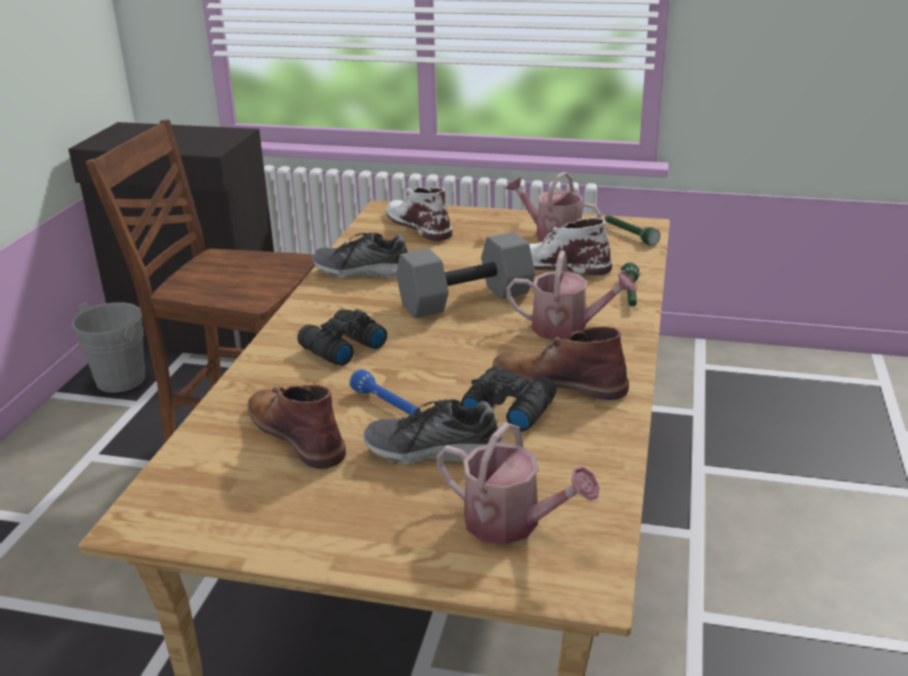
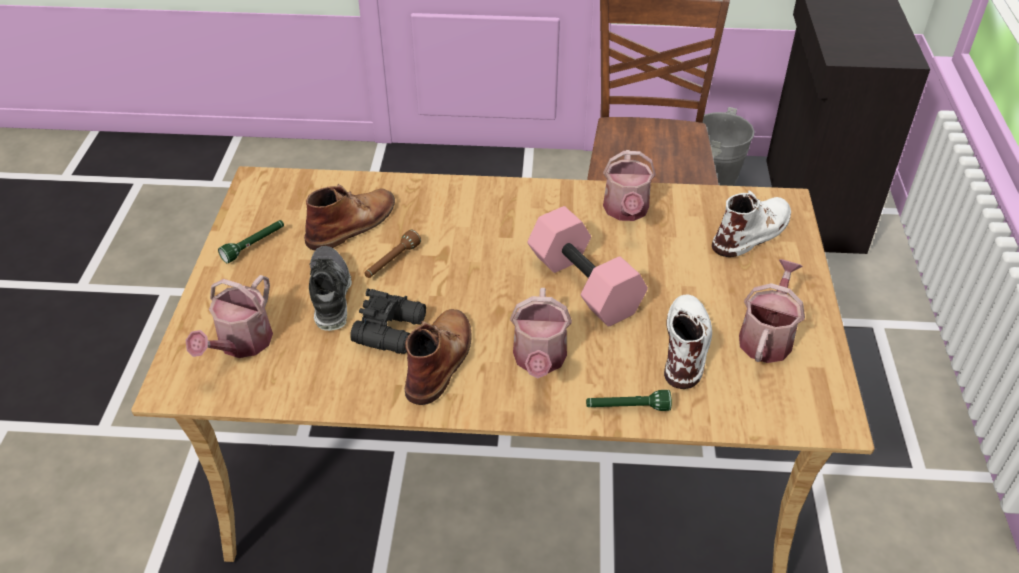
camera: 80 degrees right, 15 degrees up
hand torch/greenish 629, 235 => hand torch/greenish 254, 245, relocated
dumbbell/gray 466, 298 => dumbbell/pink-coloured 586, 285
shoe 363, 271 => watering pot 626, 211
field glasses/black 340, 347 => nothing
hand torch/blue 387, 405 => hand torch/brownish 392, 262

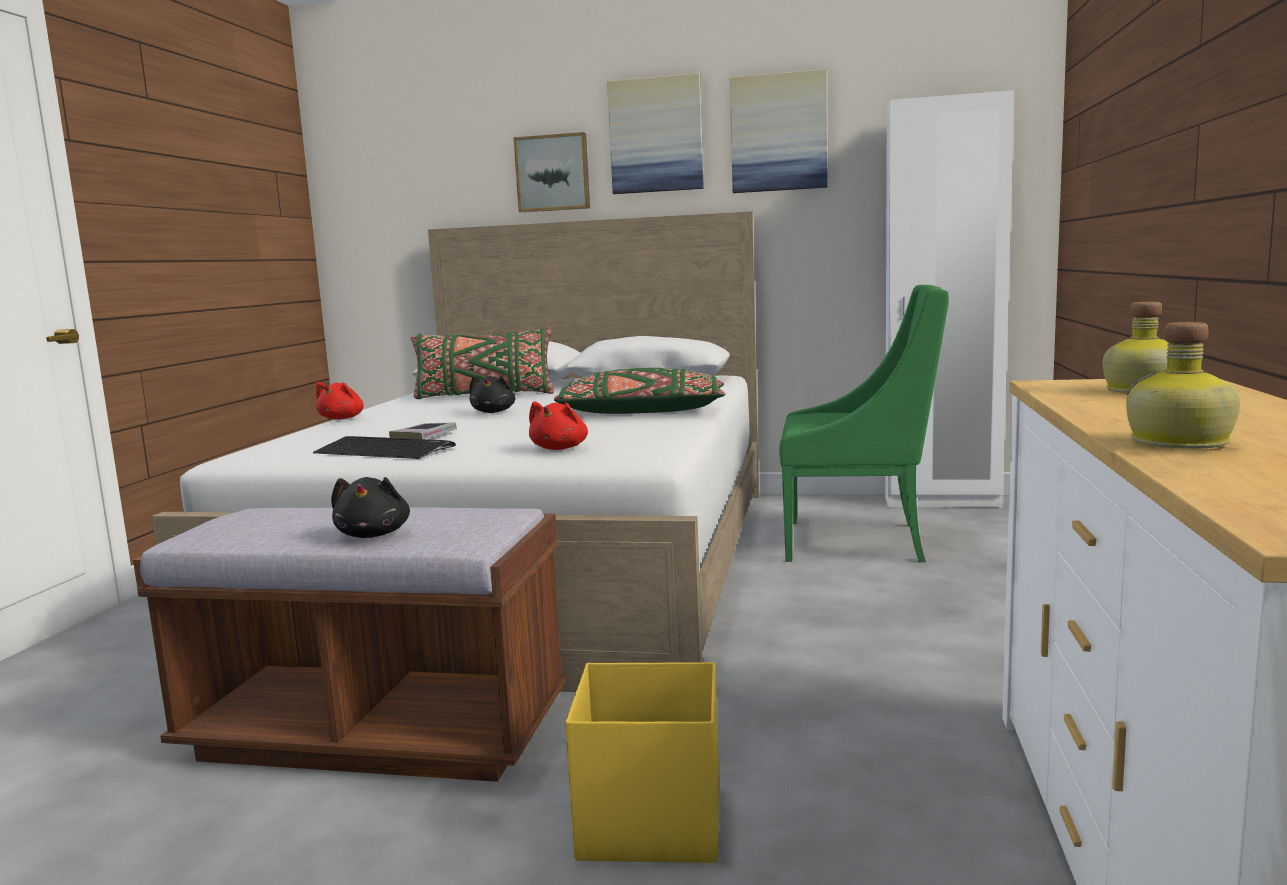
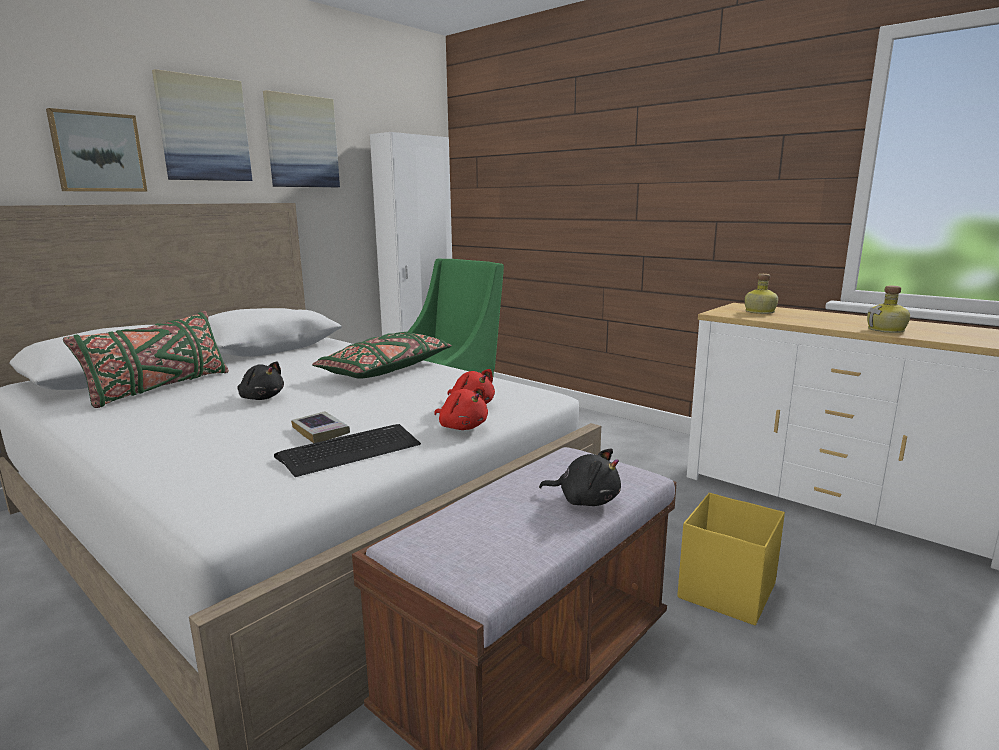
camera: 60 degrees left, 5 degrees up
plush toy/reddish 343, 418 => plush toy/reddish 462, 427, relocated

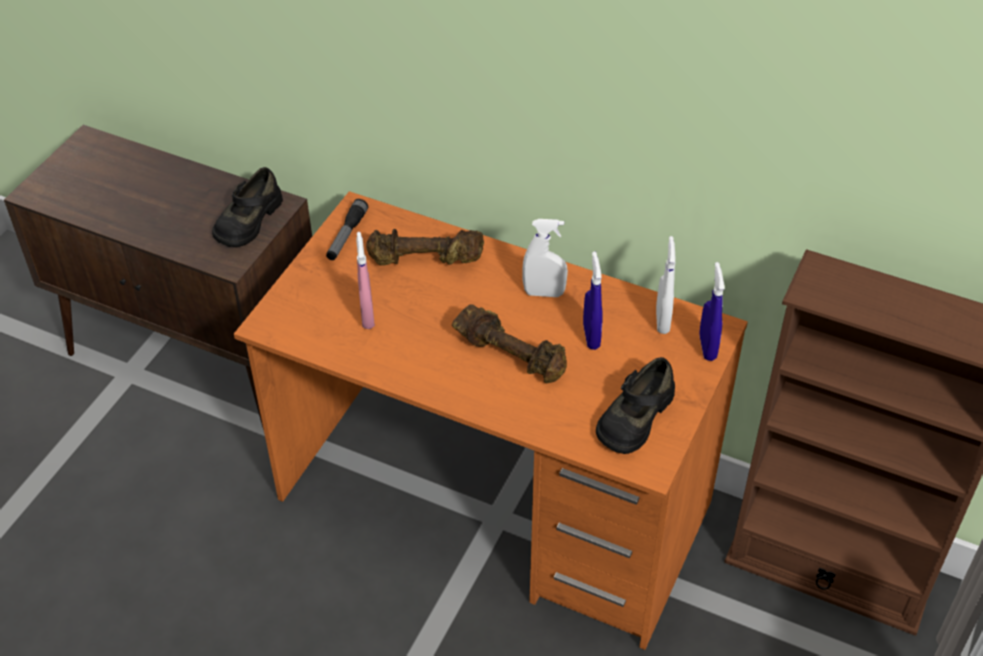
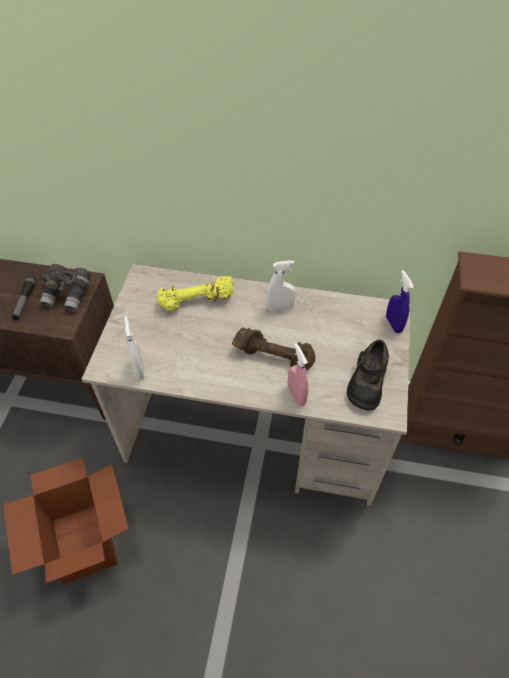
camera: 15 degrees left, 5 degrees up
shoe/black 248, 220 => field glasses/gray 68, 295
desk table/orange-coloured 494, 503 => desk table/sand-coloured 255, 433
hand torch 346, 236 => hand torch 25, 301, relocated
dumbbell/brownish 425, 261 => dumbbell/yellow 197, 301
hand sprayer/pink-coloured 367, 316 => hand sprayer/pink-coloured 296, 395, relocated
hand sprayer/white-coloured 662, 321 => hand sprayer/white-coloured 139, 369, relocated
hand sprayer/blue 591, 336 => nothing
nothing => carton 84, 541

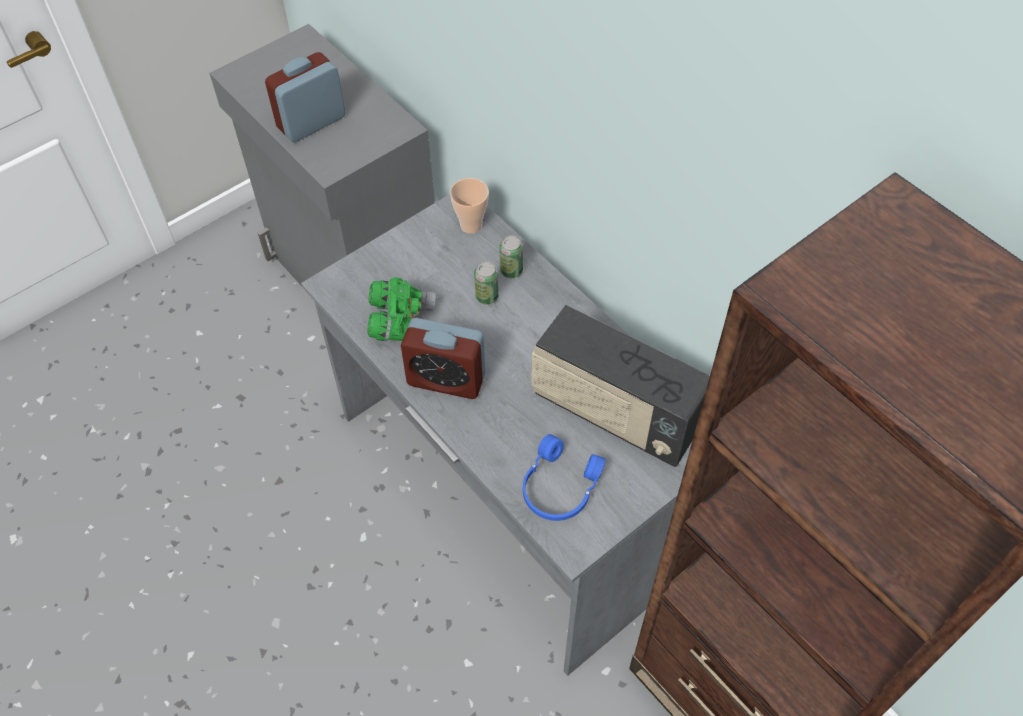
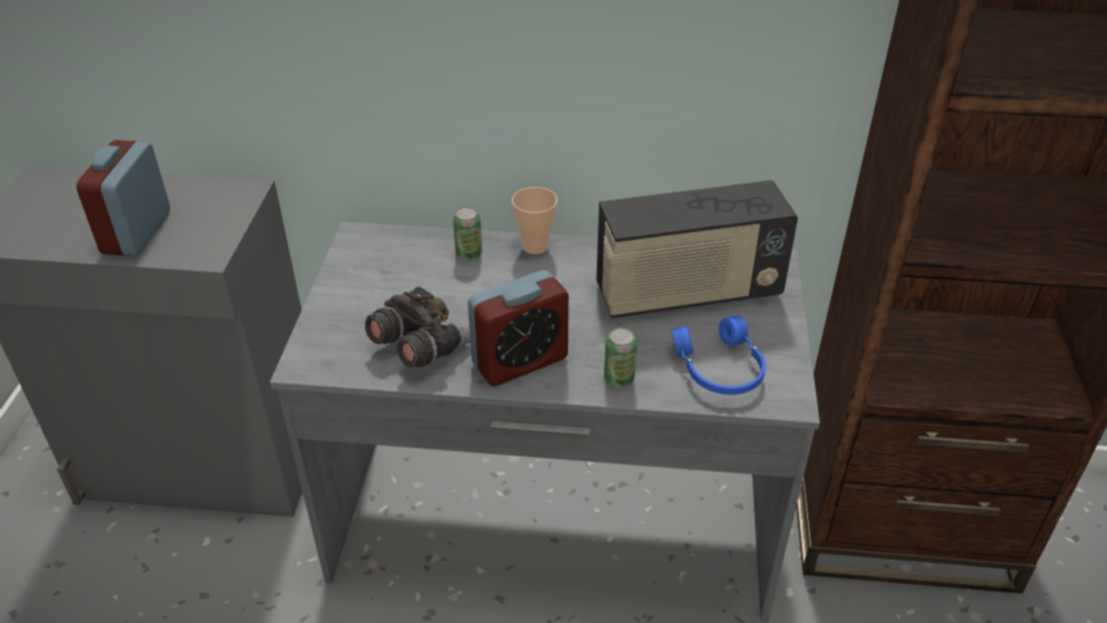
camera: 45 degrees left, 15 degrees down
cup 471, 225 => cup 535, 247, relocated
sealed can 486, 296 => sealed can 619, 378, relocated
field glasses/greenish 402, 322 => field glasses/gray 420, 347

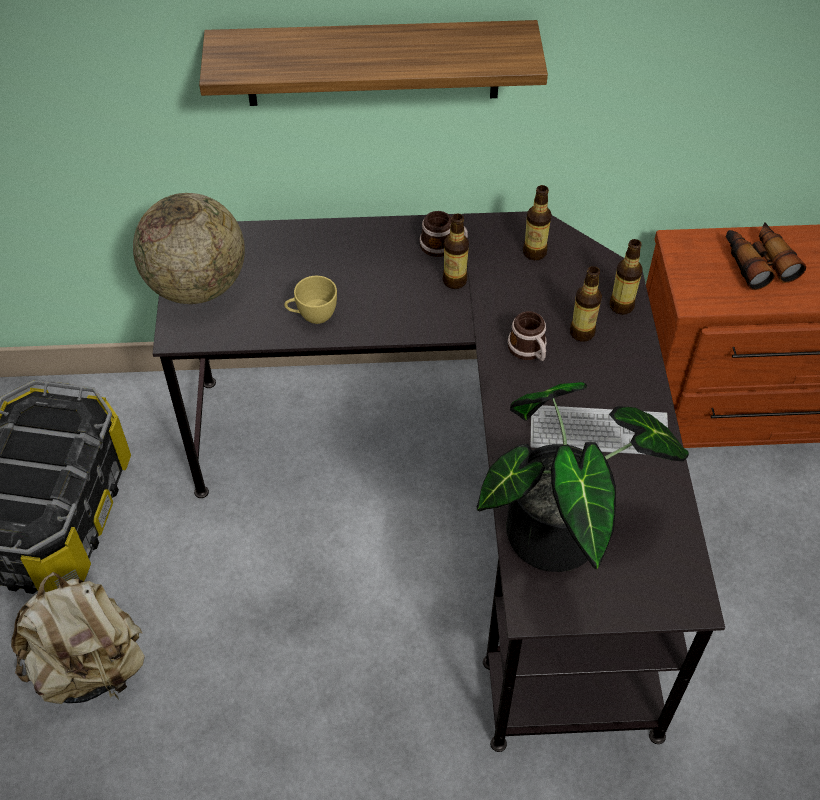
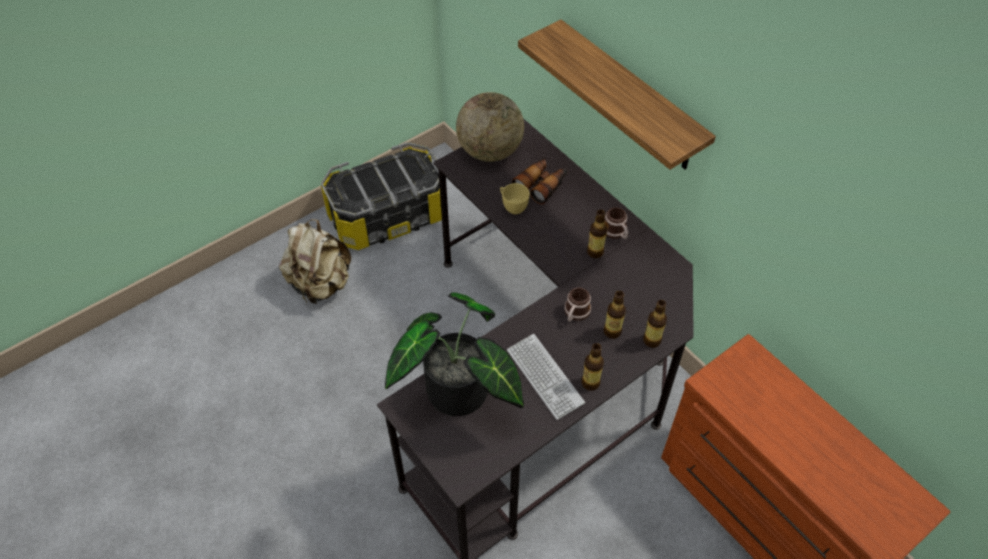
camera: 55 degrees right, 0 degrees up
bottle 534, 252 => bottle 590, 383, relocated
field glasses 757, 262 => field glasses 541, 184, relocated

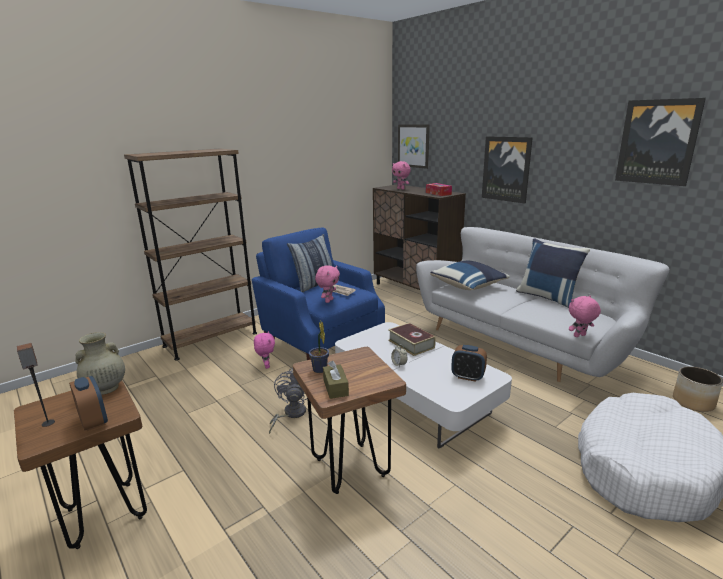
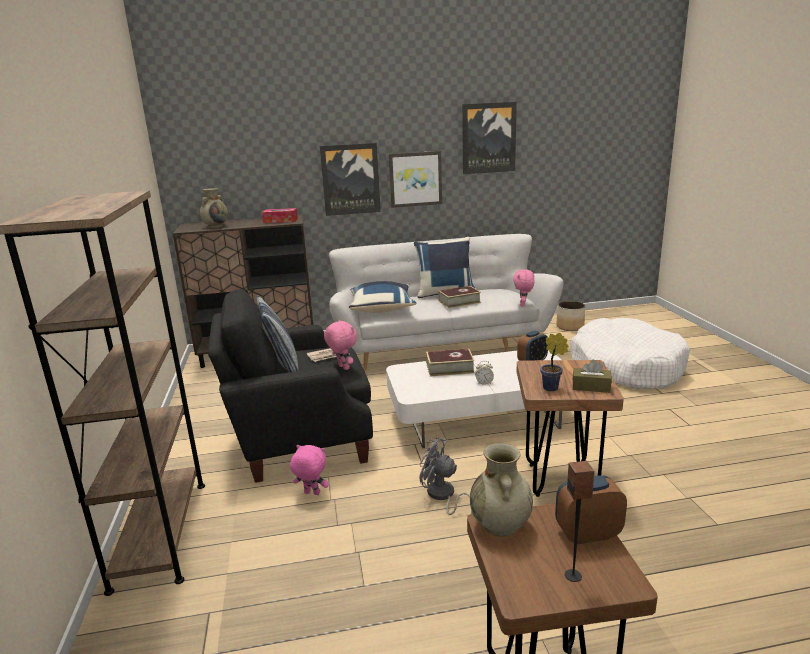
camera: 60 degrees left, 0 degrees up
wall art 414, 146 => wall art 415, 179, relocated
plush toy/pink-coloured 401, 189 => vase/sand-coloured 216, 226
easy chair/blue 321, 341 => easy chair/black 300, 440
nothing => book 459, 302

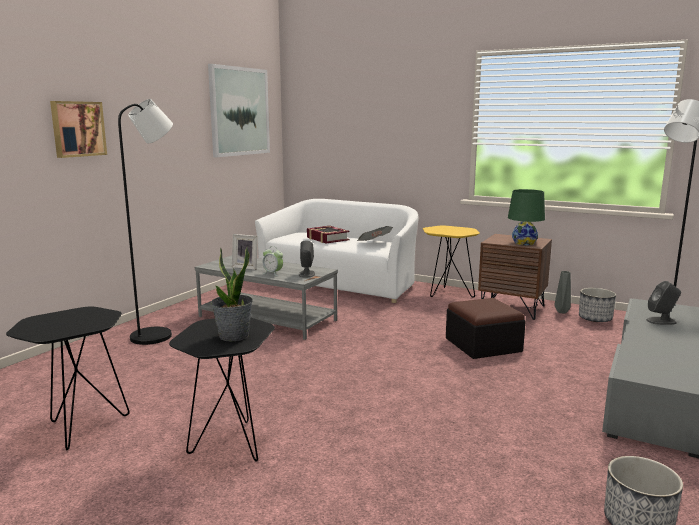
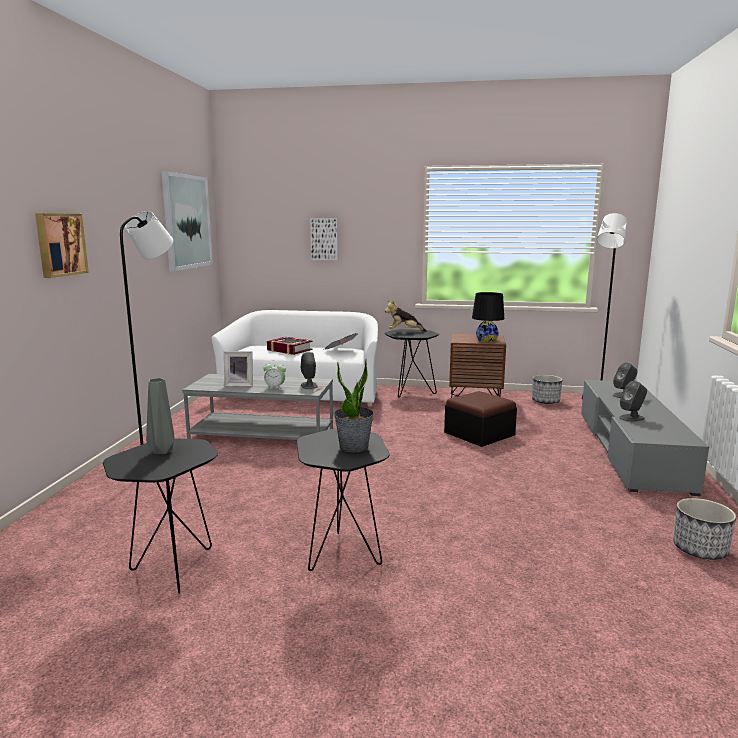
camera: 20 degrees left, 0 degrees up
table lamp/greenish 524, 243 => table lamp/black 486, 340
end table/yellow 447, 293 => end table/black 410, 393
vase/gray 561, 311 => vase/gray 162, 451, relocated
nothing => wall art 324, 239
nothing => plush toy 404, 332
nothing => loudspeaker/gray 631, 418

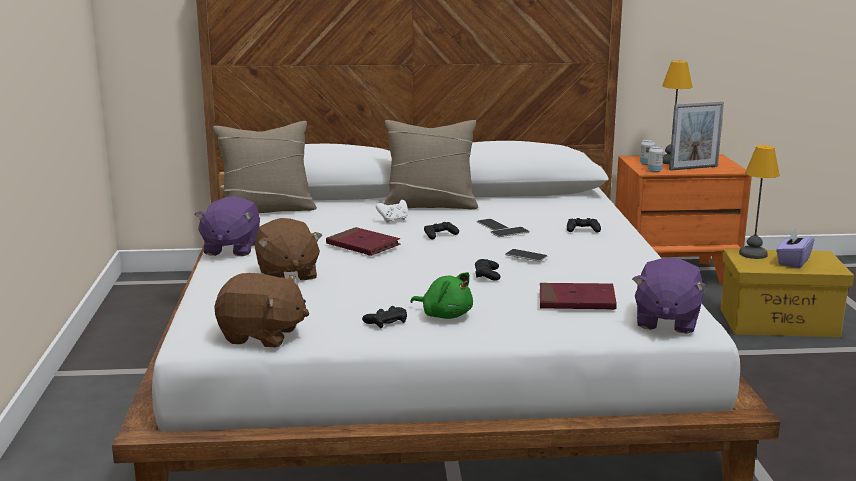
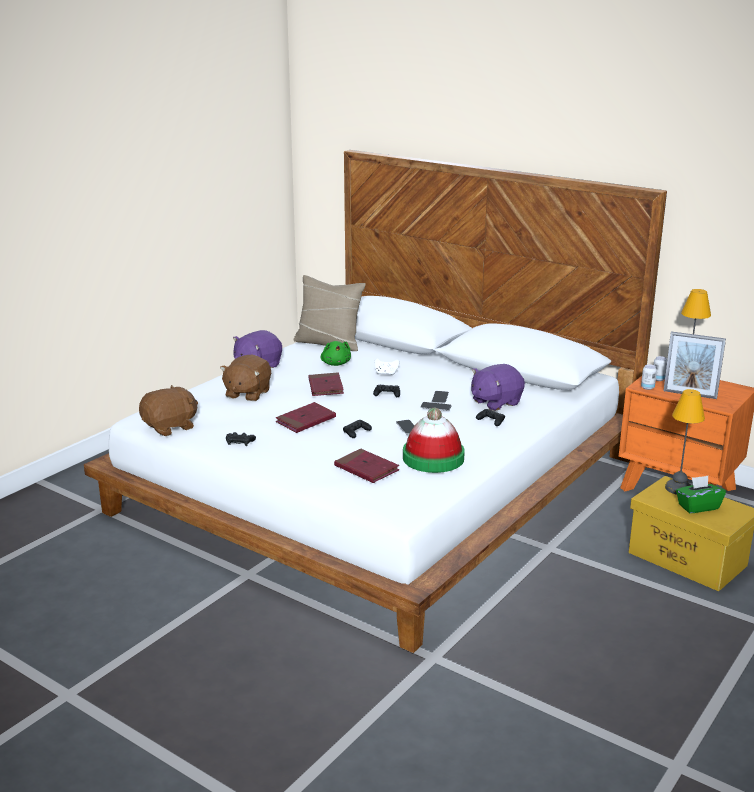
camera: 40 degrees right, 5 degrees up
throw pillow/sand-coloured 430, 205 => nothing
tissue box/purple-coloured 792, 262 => tissue box/greenish 698, 507
plush toy/purple-coloured 666, 321 => plush toy/purple-coloured 495, 402, relocated
plush toy/greenish 445, 315 => plush toy/greenish 336, 363, relocated
plush toy/brownish 262, 336 => plush toy/brownish 170, 427, 90 degrees counterclockwise
nothing => book/reddish 306, 420
nothing => wearable hat 433, 458

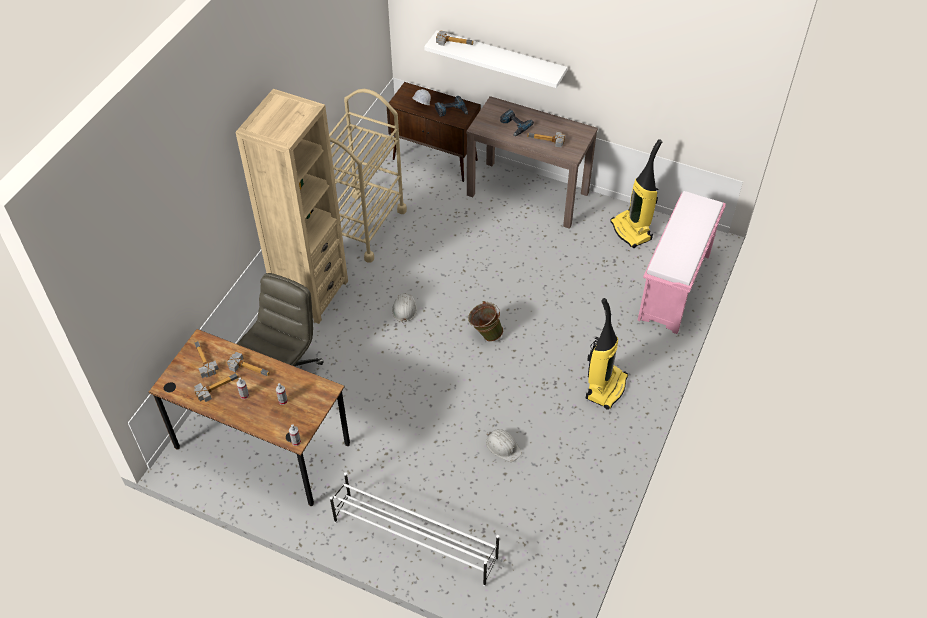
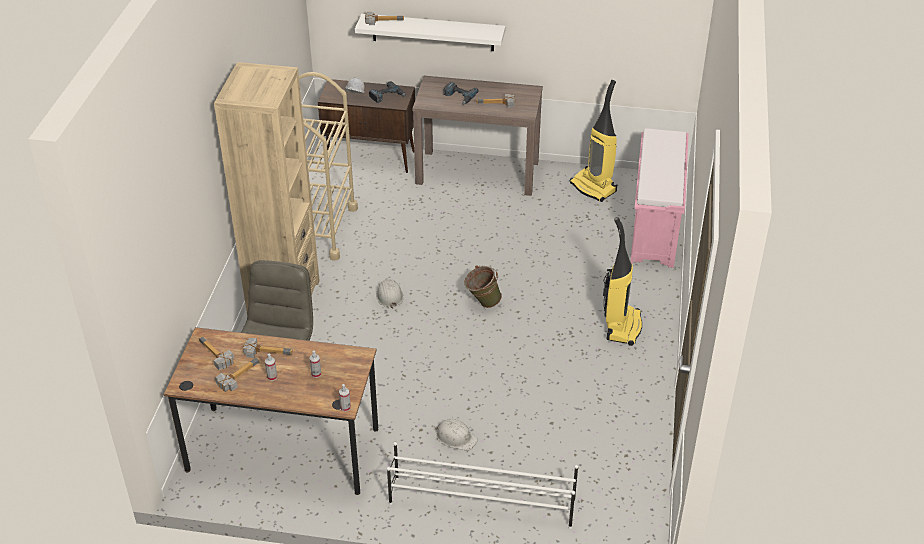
camera: 15 degrees left, 10 degrees down
work helmet/white-coloured 503, 446 => work helmet/white-coloured 455, 437, relocated

